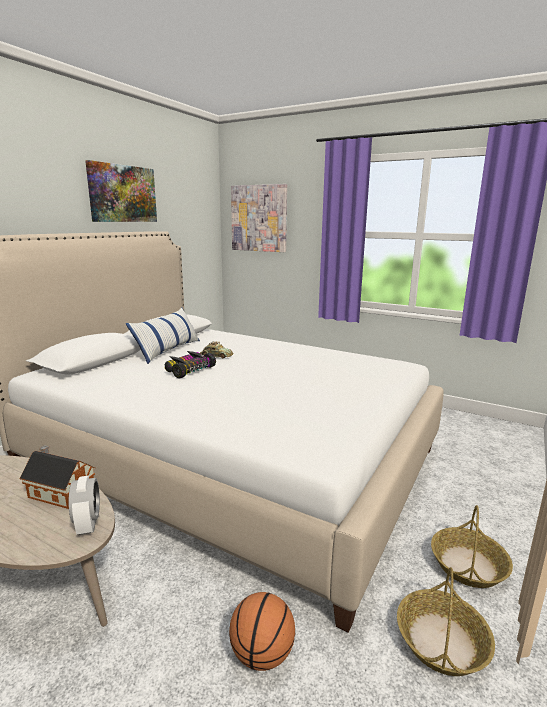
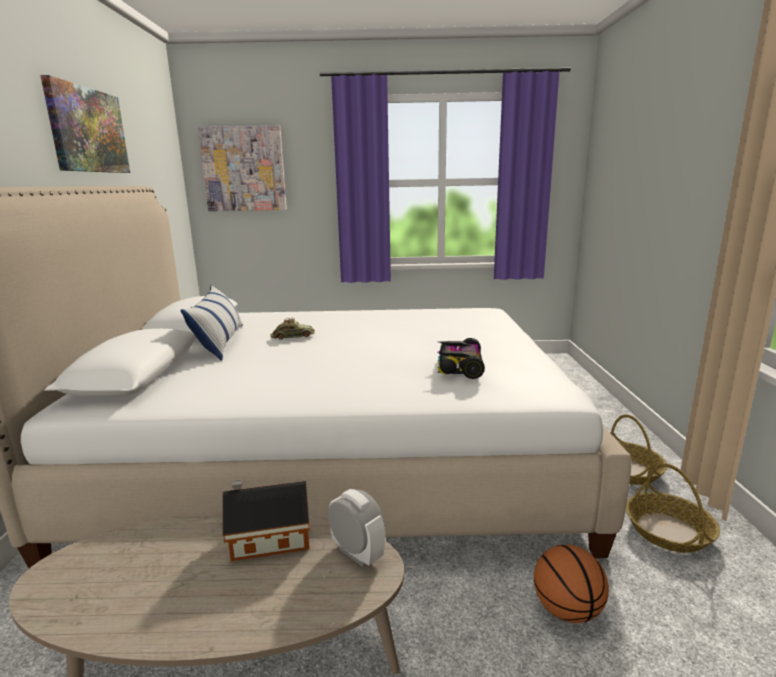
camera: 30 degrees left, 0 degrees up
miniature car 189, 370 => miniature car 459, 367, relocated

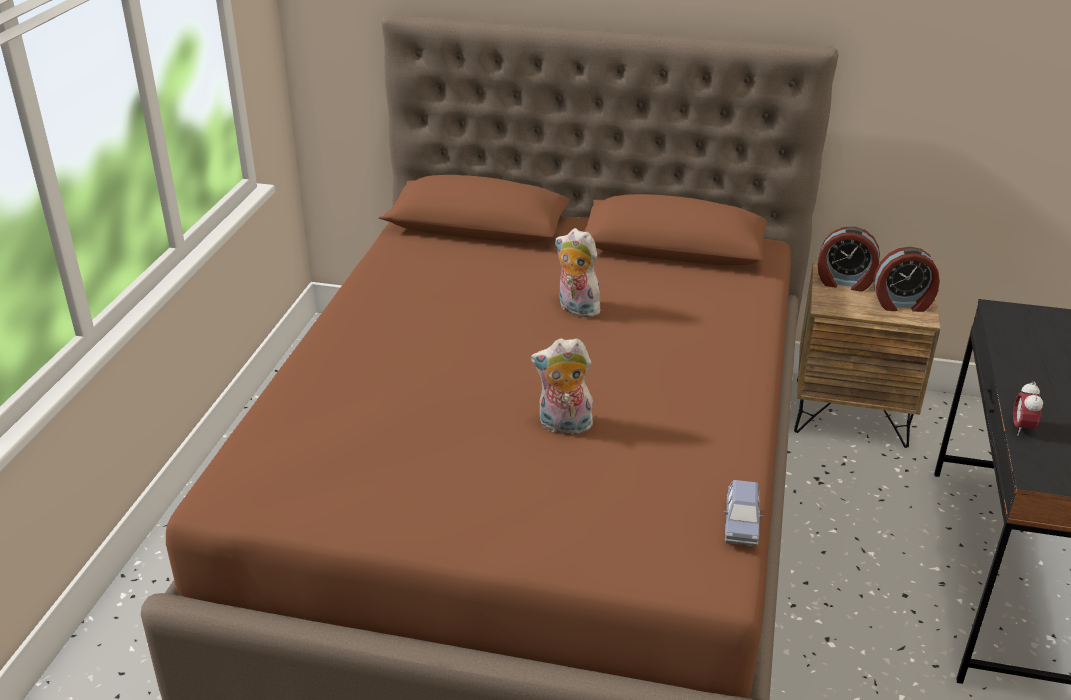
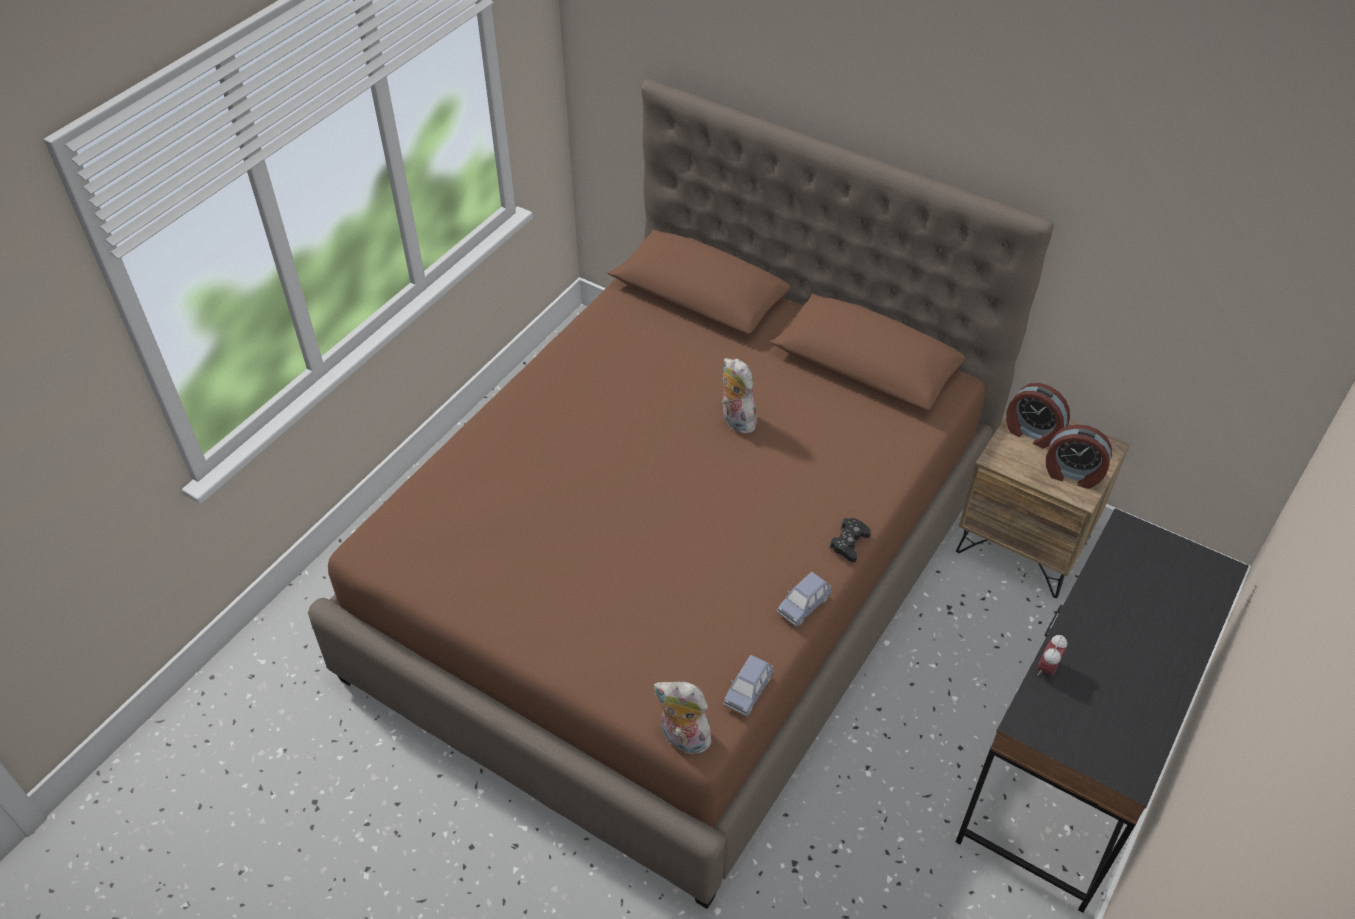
camera: 20 degrees right, 15 degrees up
plush toy 563, 426 => plush toy 682, 739, relocated
nothing => gamepad/black 849, 543
nothing => miniature car/blue 803, 606

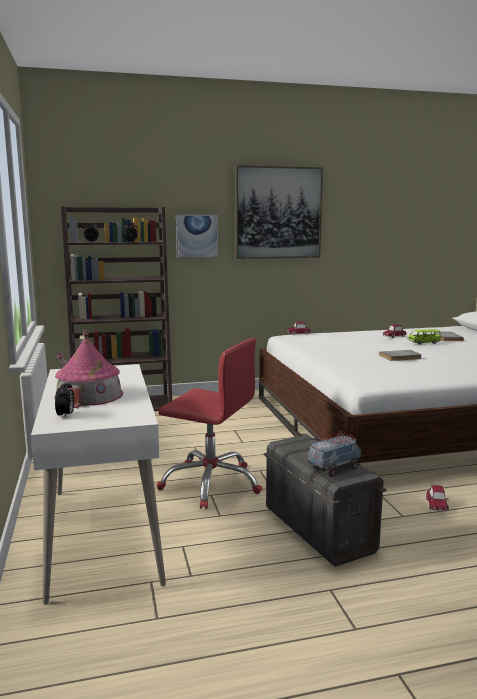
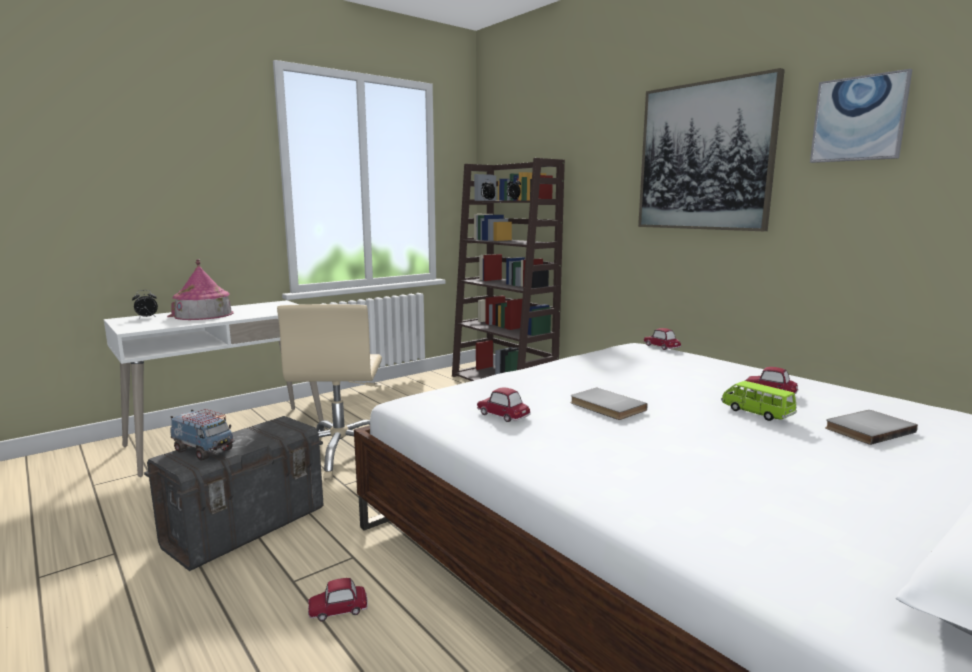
camera: 65 degrees right, 0 degrees up
wall art 197, 236 => wall art 858, 119, relocated
desk chair/reddish 211, 483 => desk chair/sand-coloured 341, 455
nothing => miniature car 503, 415

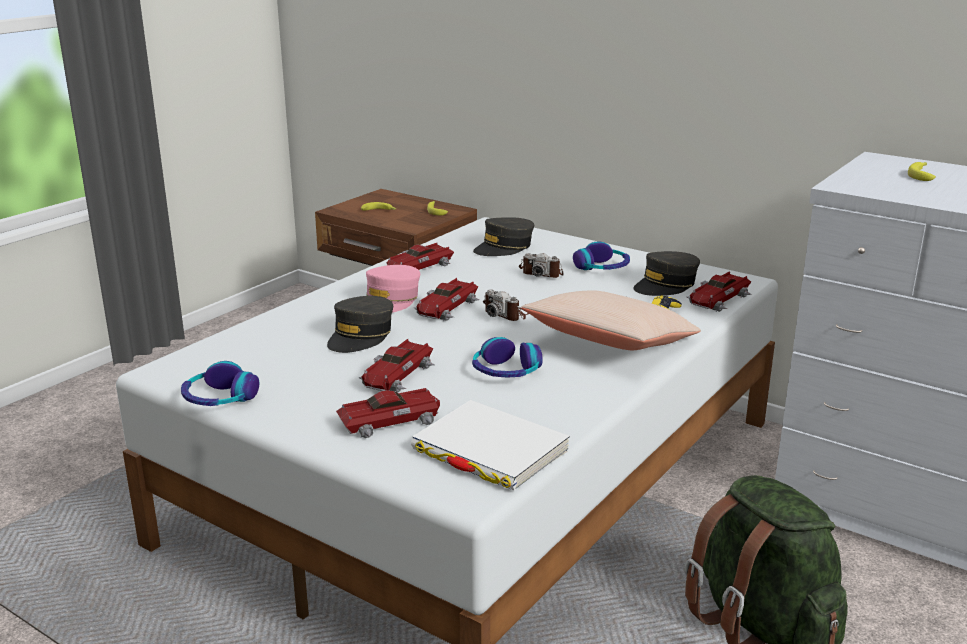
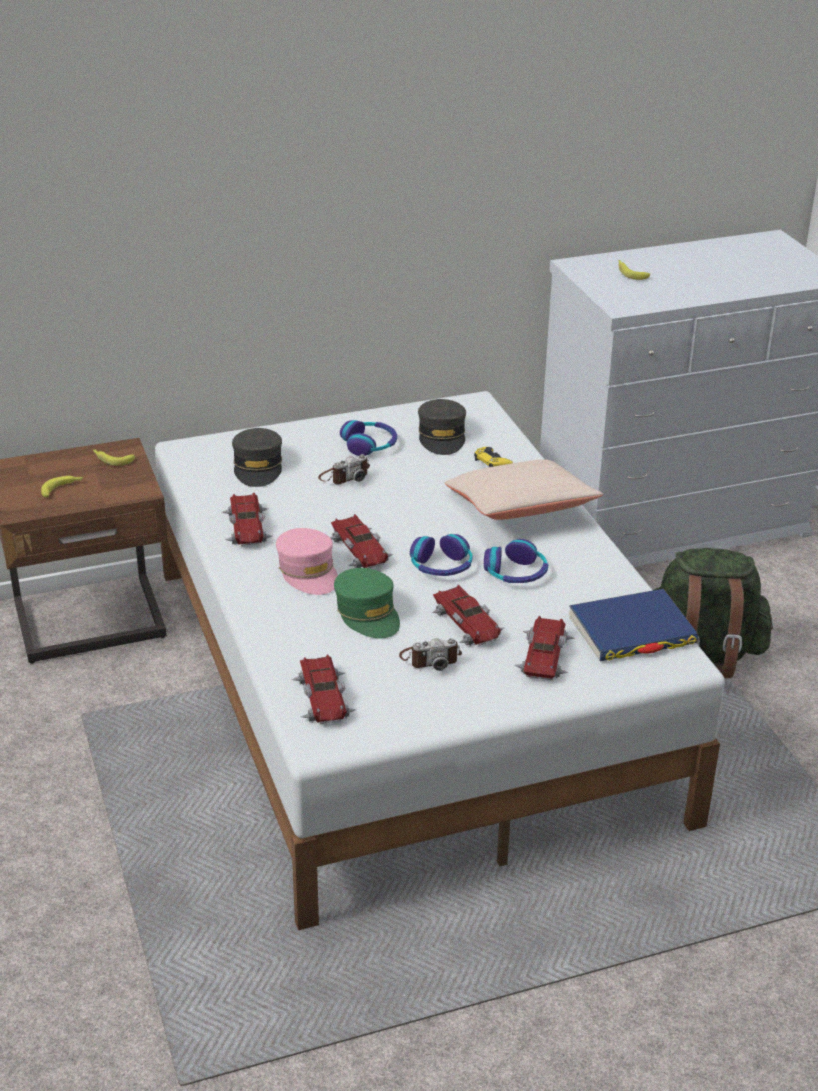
camera: 55 degrees left, 10 degrees up
miniature car 719, 300 => miniature car 324, 698, relocated
still camera 506, 314 => still camera 430, 658, relocated
peaked cap/gray 361, 336 => peaked cap/greenish 368, 613
pair of headphones 219, 398 => pair of headphones 441, 566, relocated
book/white-coloured 490, 451 => book/blue 632, 631

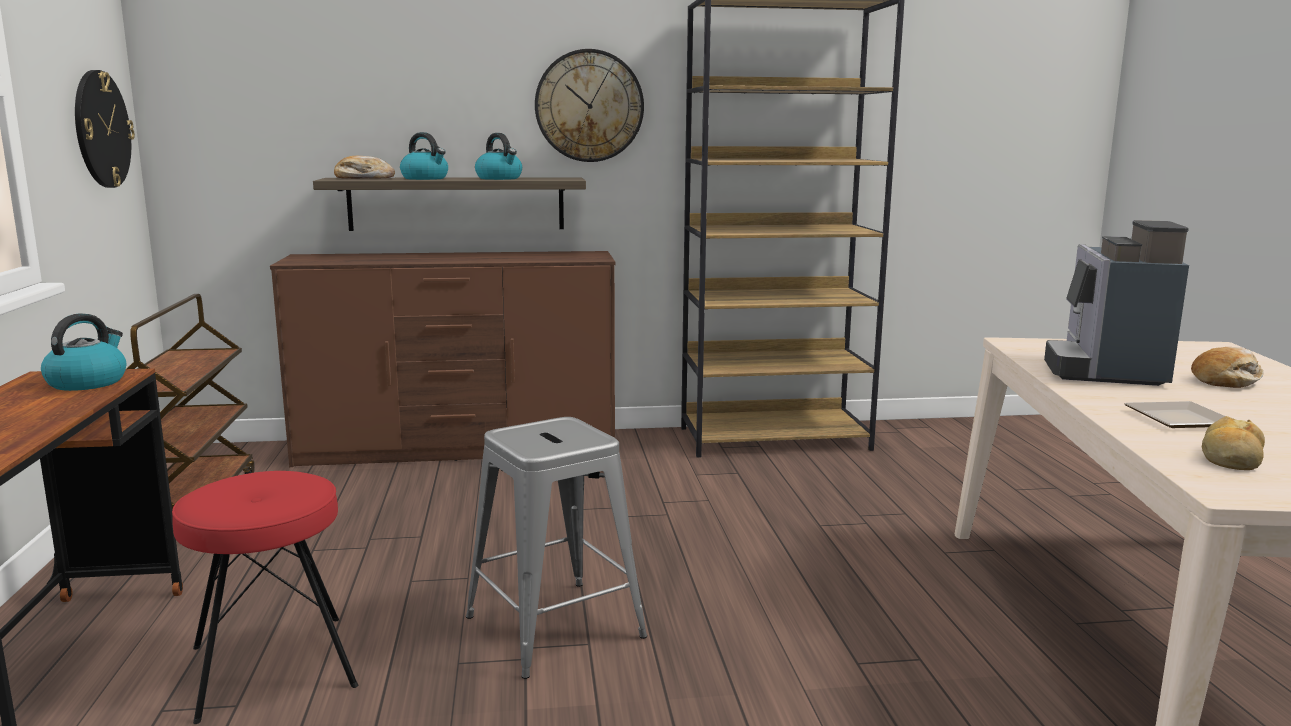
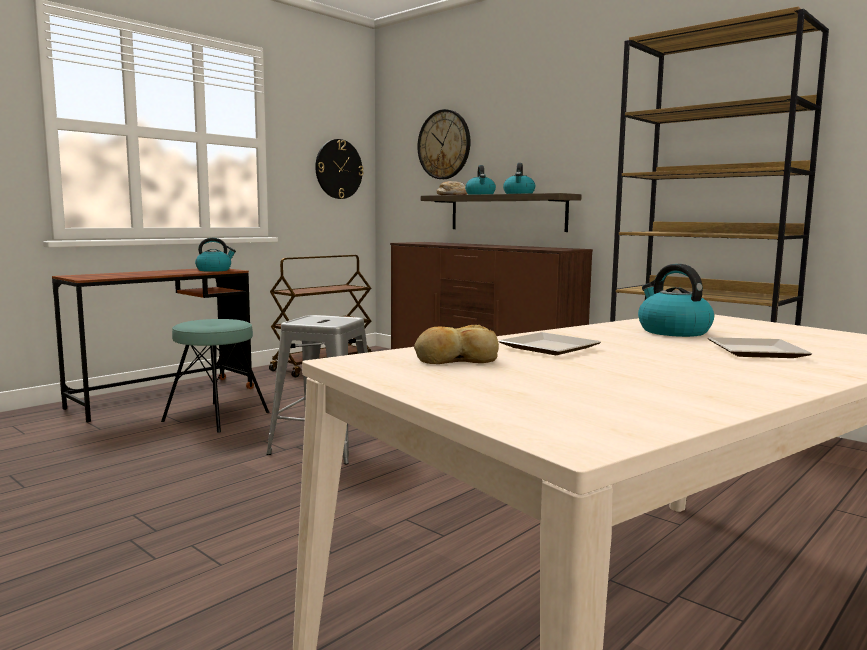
camera: 50 degrees right, 5 degrees down
wall clock 589, 106 => wall clock 444, 144, relocated
coffee brewer 1105, 370 => water kettle 672, 331
baked bread 1226, 380 => plate 758, 352
stool seat/reddish 272, 666 => stool seat/turquoise-coloured 216, 417

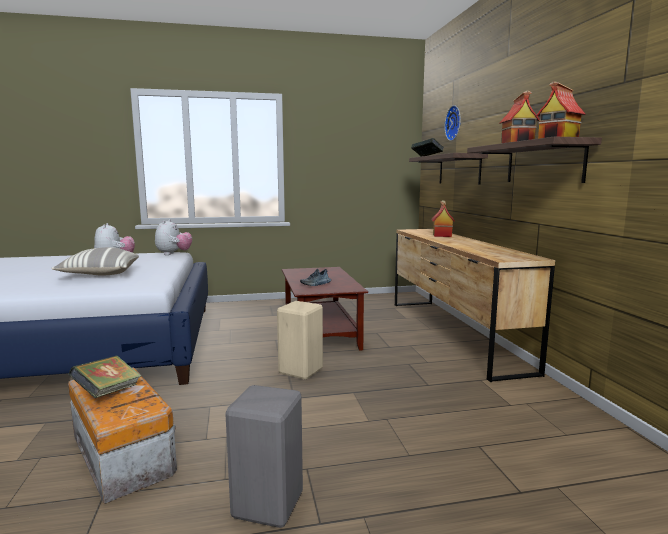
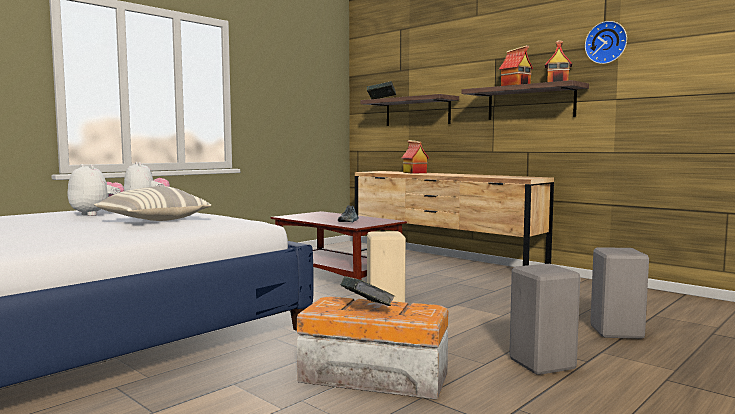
camera: 35 degrees left, 5 degrees down
wall clock 455, 123 => wall clock 606, 43, relocated
nothing => stool seat/gray 615, 333

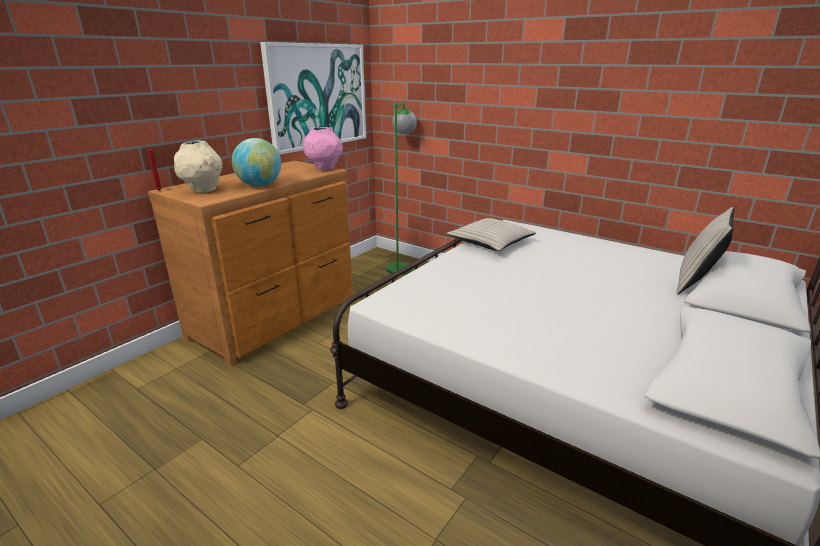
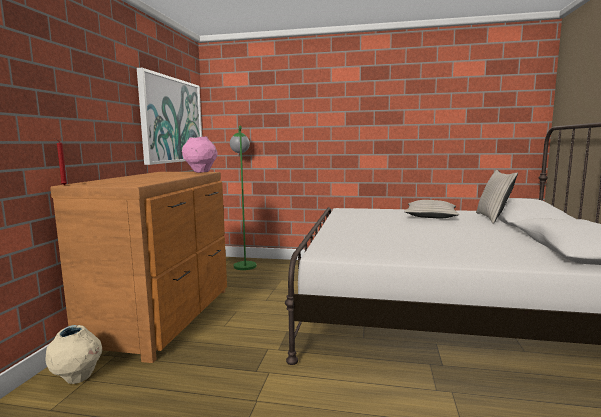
camera: 25 degrees left, 15 degrees down
globe 259, 185 => nothing
vase/sand-coloured 203, 190 => vase/sand-coloured 78, 378, relocated
throw pillow/sand-coloured 491, 242 => throw pillow/sand-coloured 431, 216, relocated

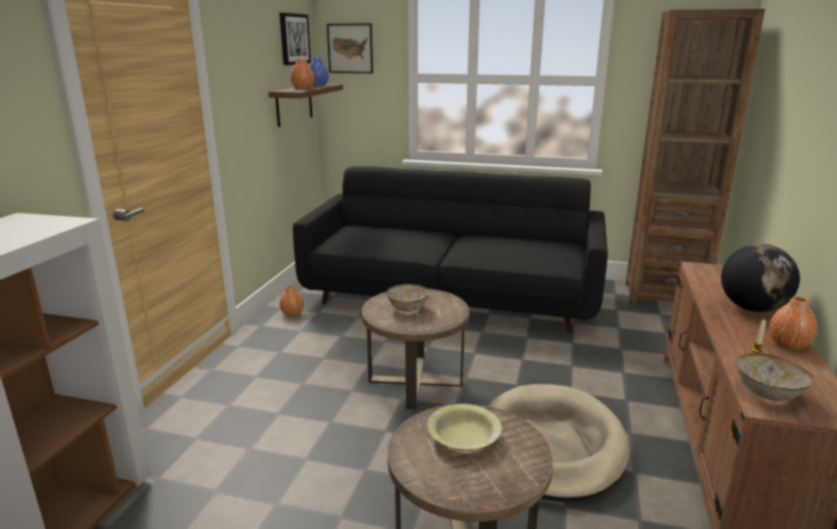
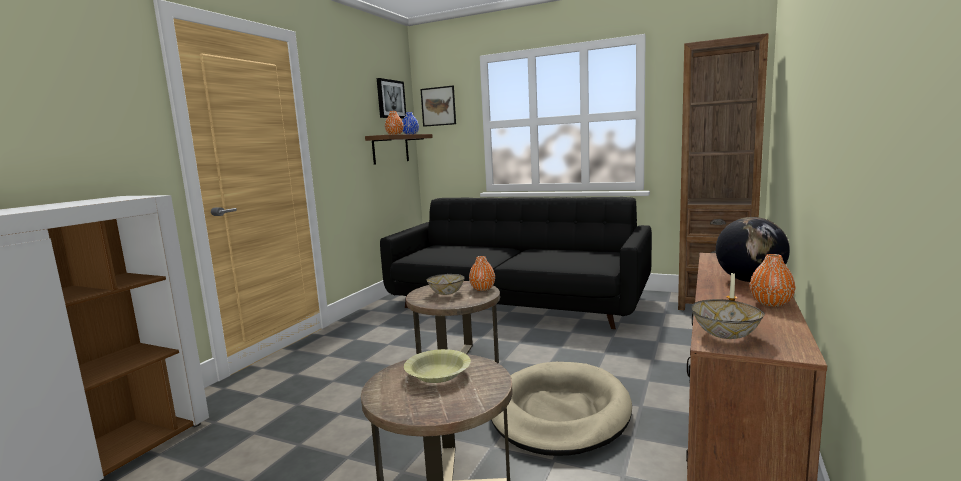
camera: 10 degrees right, 10 degrees down
vase/orange-coloured 292, 313 => vase/orange-coloured 482, 288, relocated

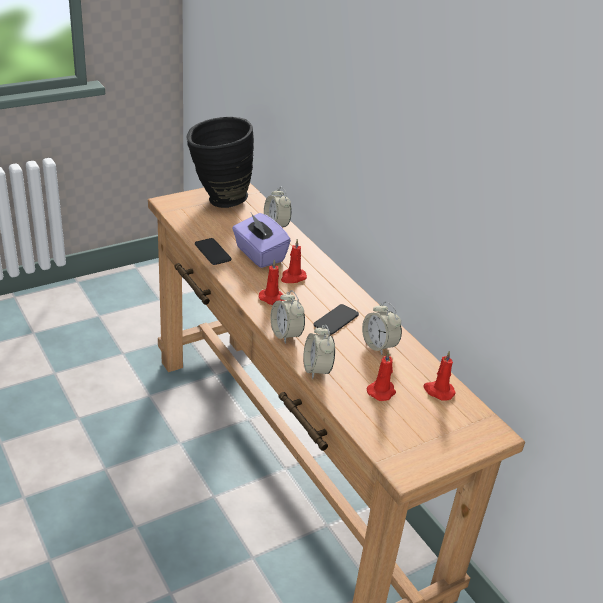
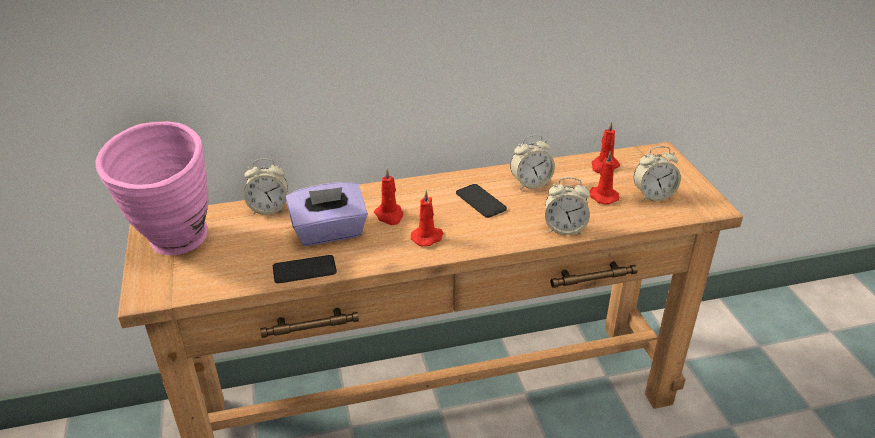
camera: 70 degrees left, 0 degrees up
vase/black 218, 200 => vase/pink-coloured 174, 247
alarm clock 286, 334 => alarm clock 653, 196, relocated

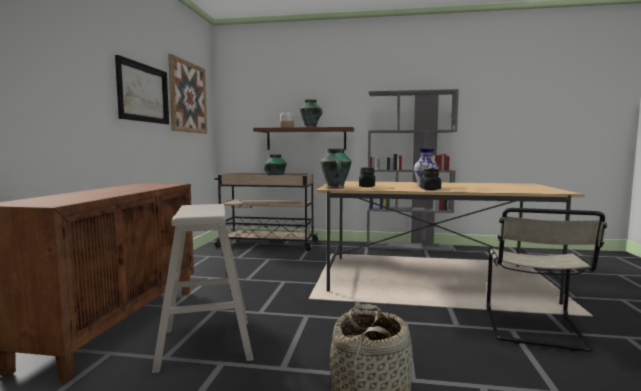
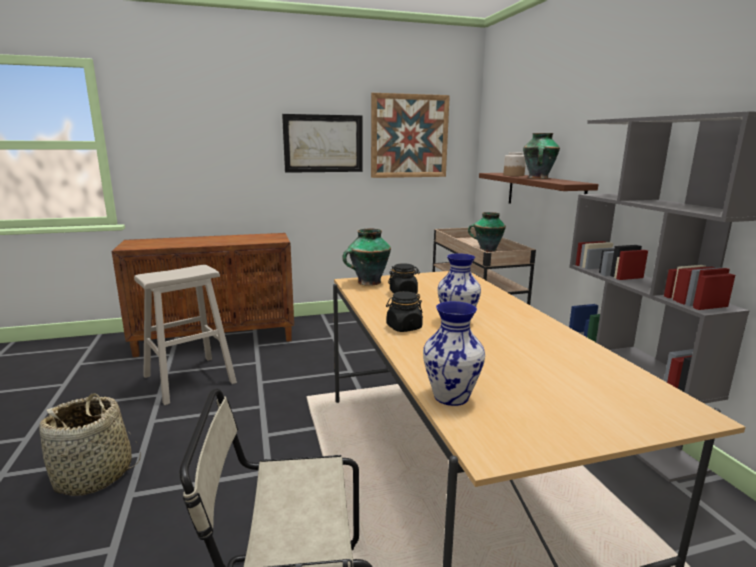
camera: 65 degrees right, 10 degrees up
nothing => vase 451, 396

